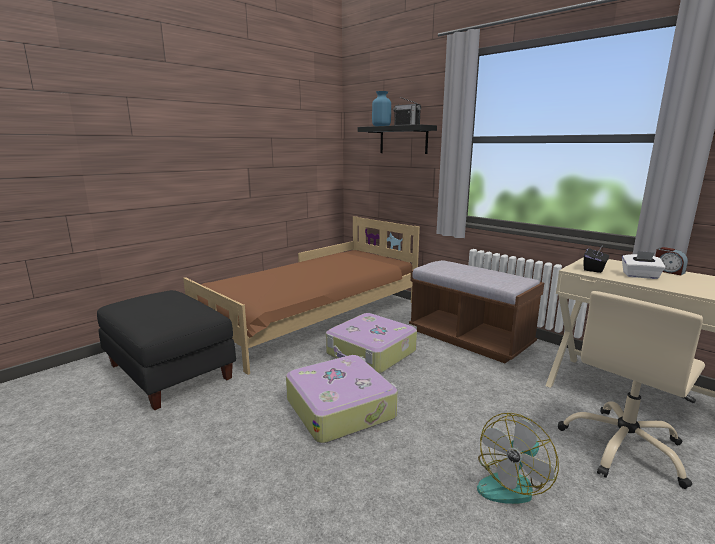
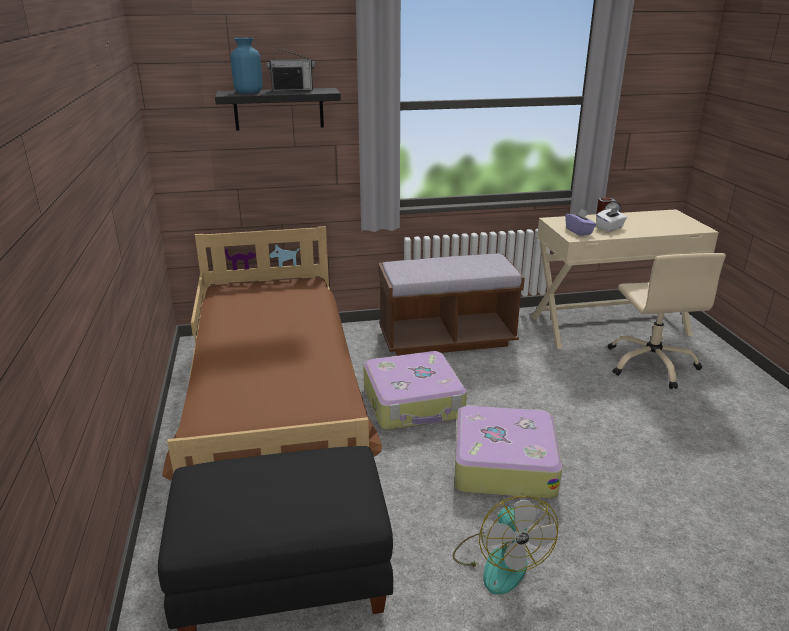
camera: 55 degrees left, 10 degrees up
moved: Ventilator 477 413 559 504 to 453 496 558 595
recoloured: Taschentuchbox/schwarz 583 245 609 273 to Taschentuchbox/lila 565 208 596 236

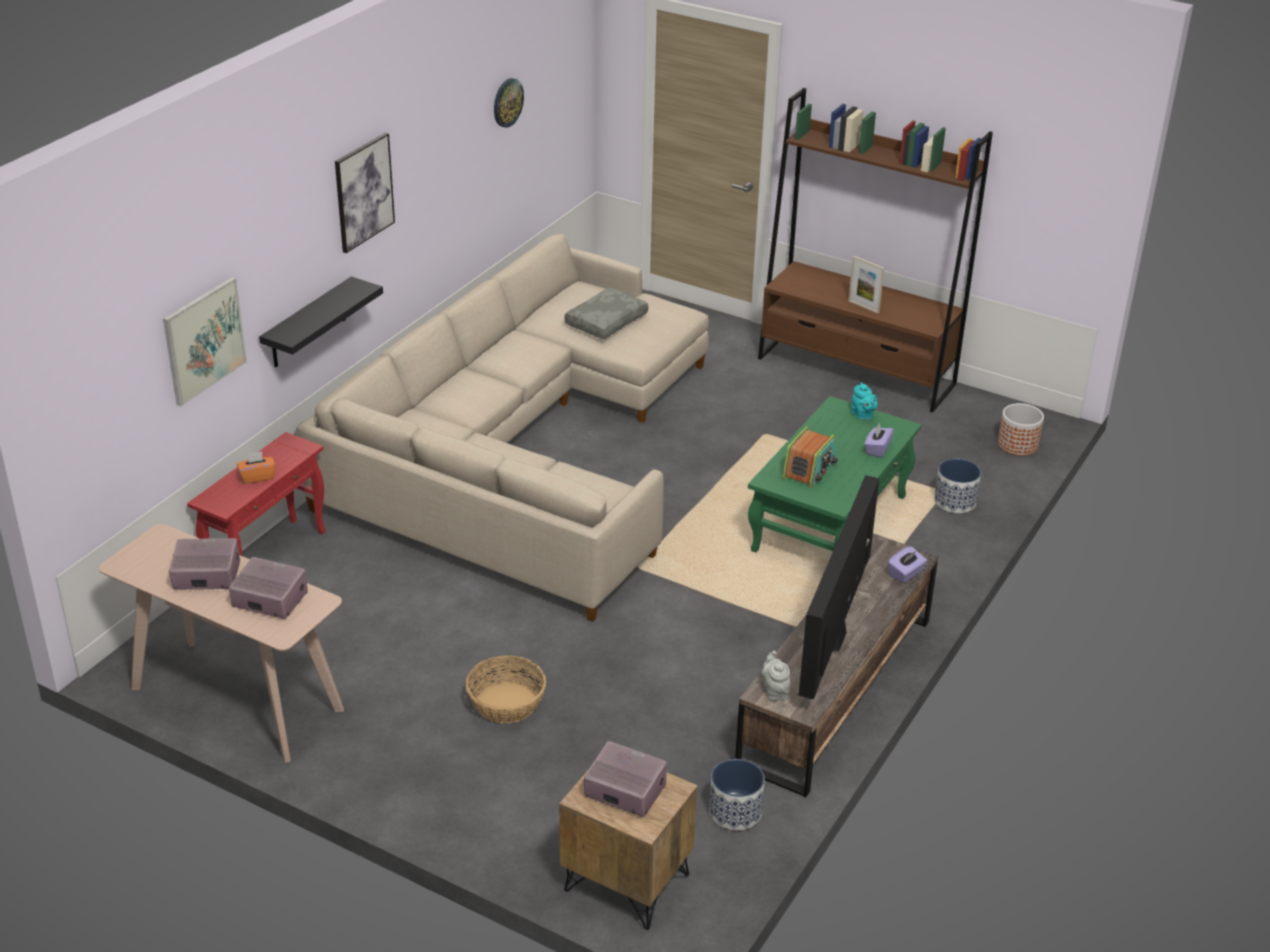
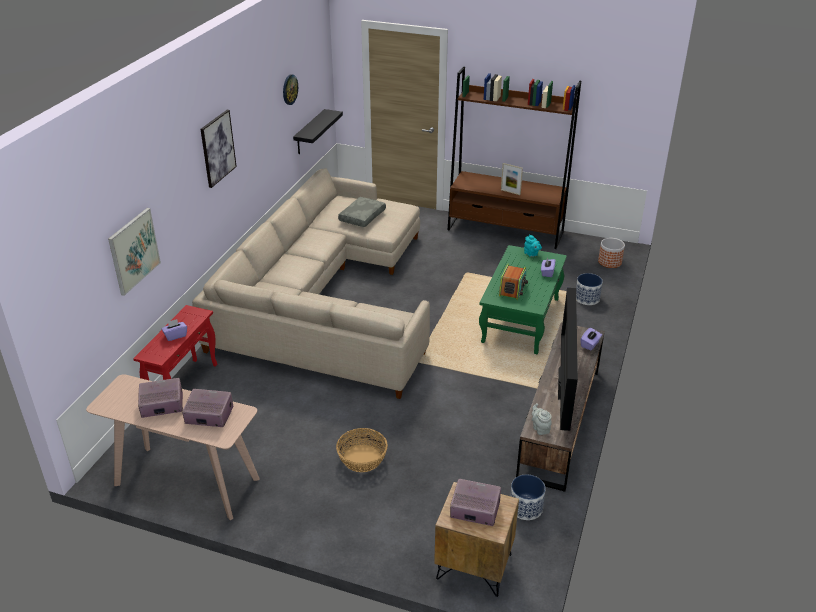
camera: 10 degrees left, 0 degrees up
moved: Wandregal/schwarz 259 277 383 368 to 293 109 343 154
recoloured: Taschentuchbox/orange 237 451 275 484 to Taschentuchbox/lila 161 319 187 341

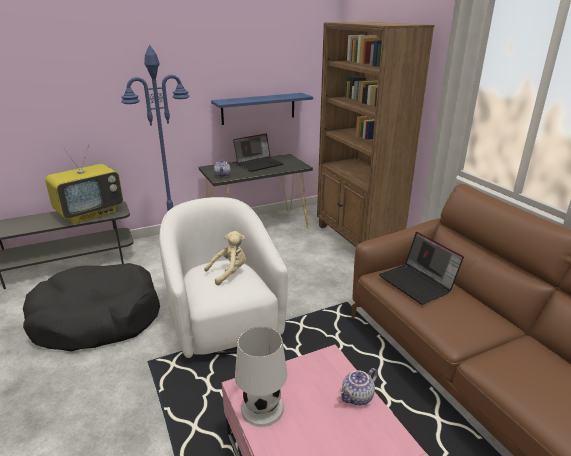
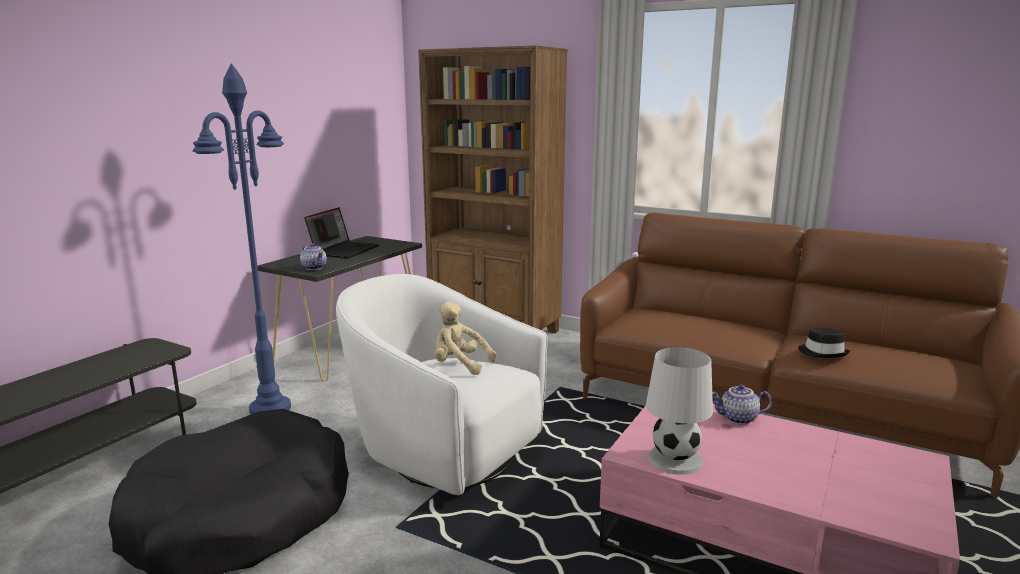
camera: 35 degrees left, 10 degrees down
removed: Fernseher 45 144 123 224; Wandregal/blau 211 93 313 125; Laptop 379 232 464 305
added: Hut/schwarz 798 328 850 358
turned: Plüschtier/beige 204 231 246 286 = 434 302 496 375 90 degrees counterclockwise; Teekanne 339 368 378 406 = 712 384 772 425 75 degrees clockwise

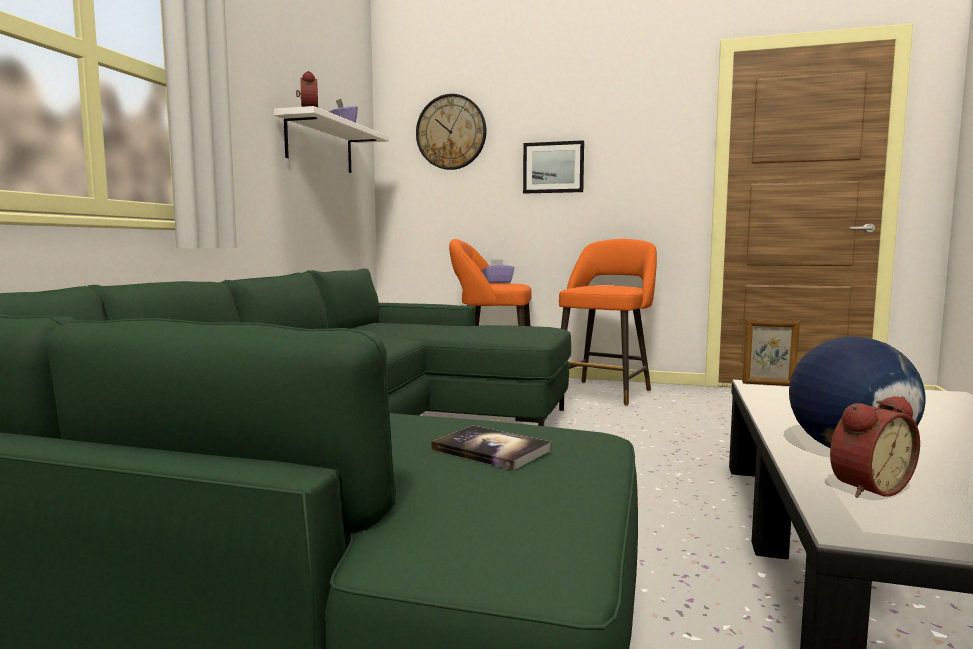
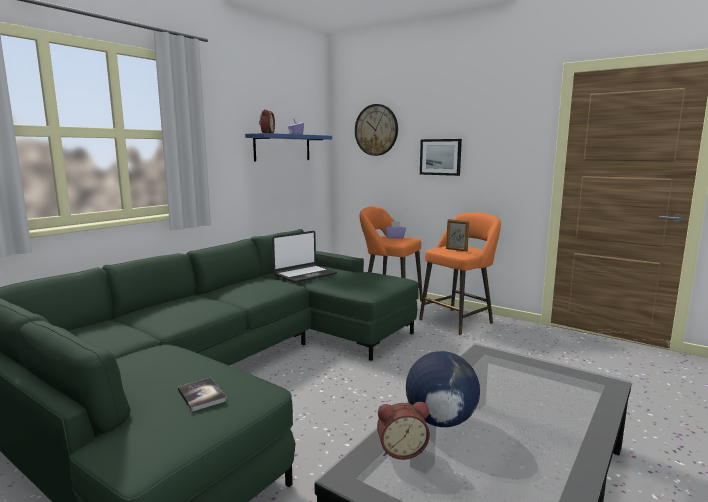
camera: 20 degrees right, 5 degrees up
added: Laptop 272 231 337 283
moved: Bilderrahmen 742 319 800 386 to 446 219 469 252
recoloured: Wandregal/weiß 274 106 389 173 to Wandregal/blau 245 133 332 162

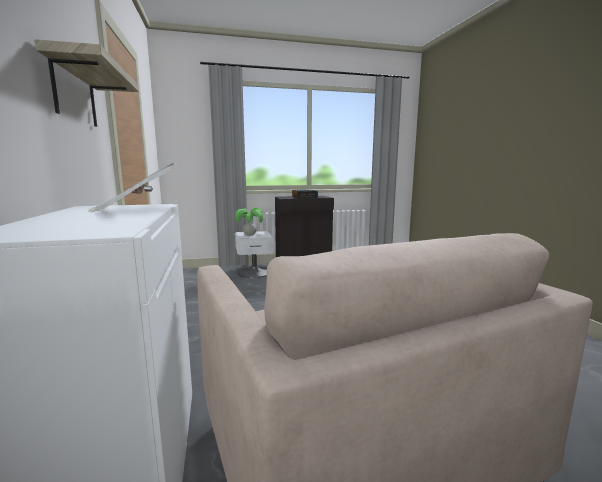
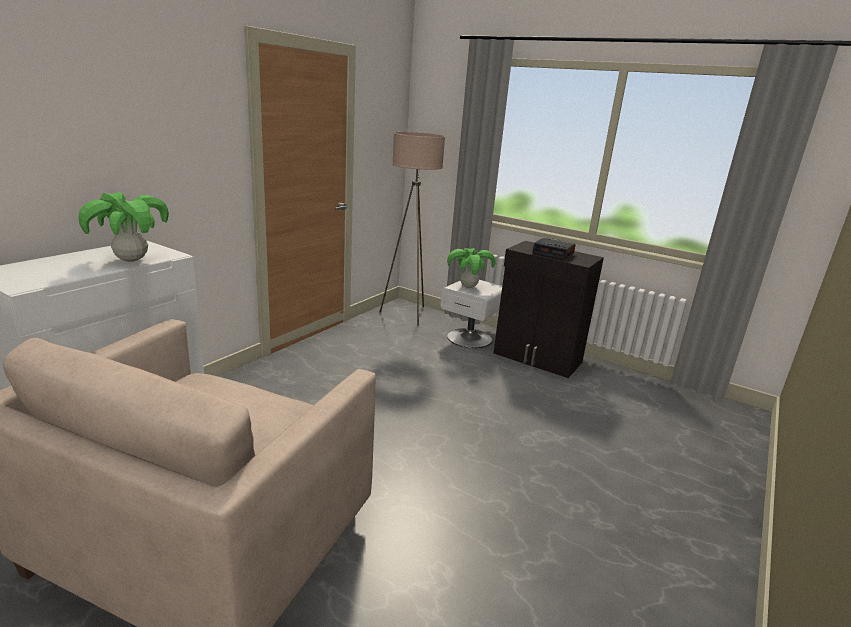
camera: 45 degrees right, 10 degrees up
removed: Wandregal 35 39 139 127
added: Stehlampe/beige 380 132 445 325
replaced: Zeitung 88 162 178 212 to Topfpflanze 78 192 169 262

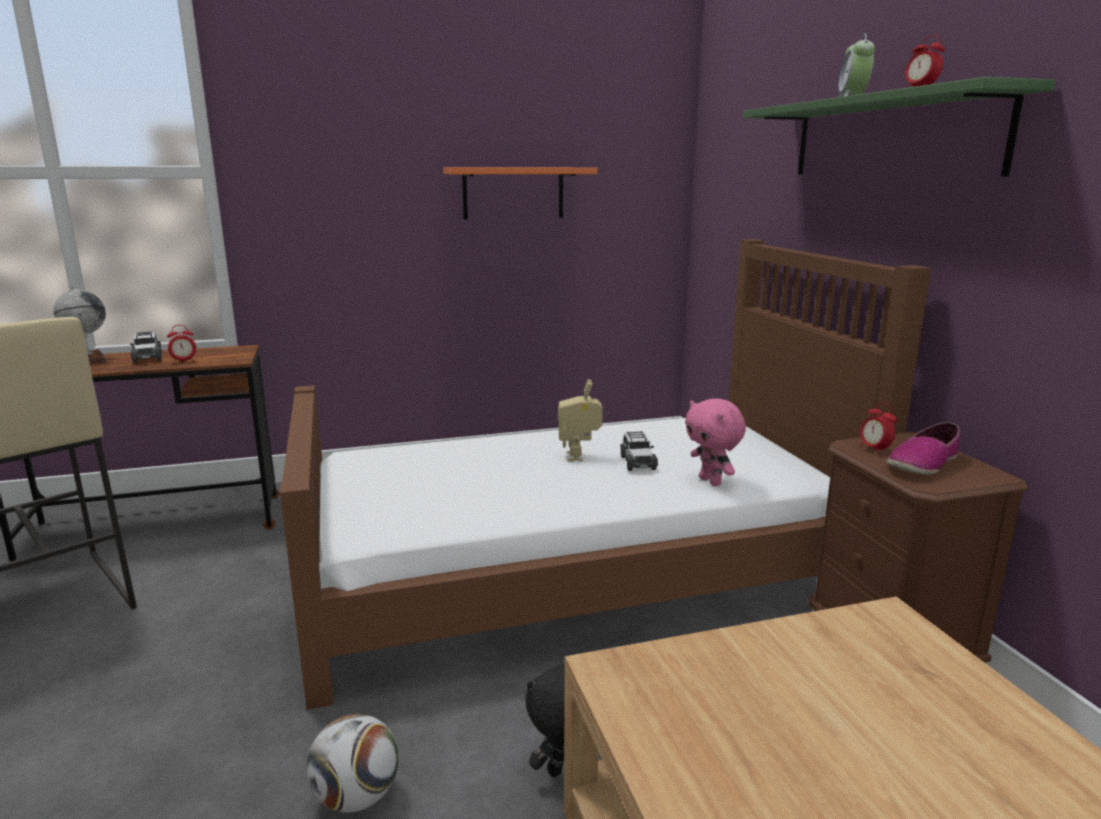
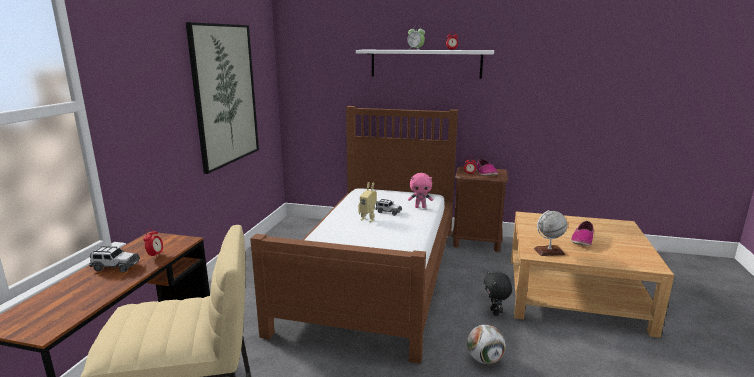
camera: 60 degrees left, 0 degrees up
added: Schuh 571 221 594 246
moved: Globus 53 286 108 364 to 534 210 567 256
replaced: Wandregal/orange 443 167 598 219 to Bild 186 22 259 174
recoloured: Wandregal/grün 743 77 1055 177 to Wandregal/weiß 356 50 494 79

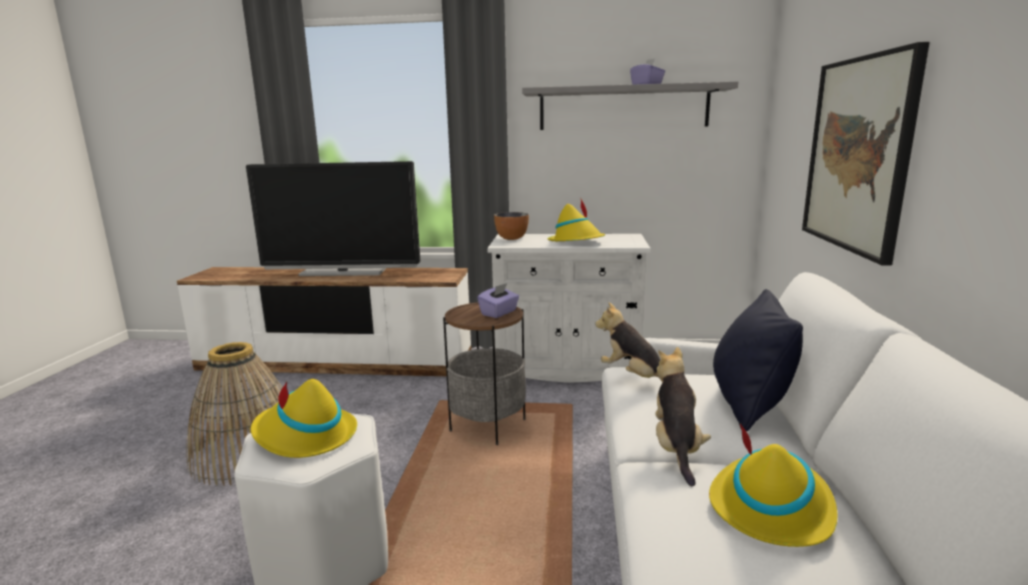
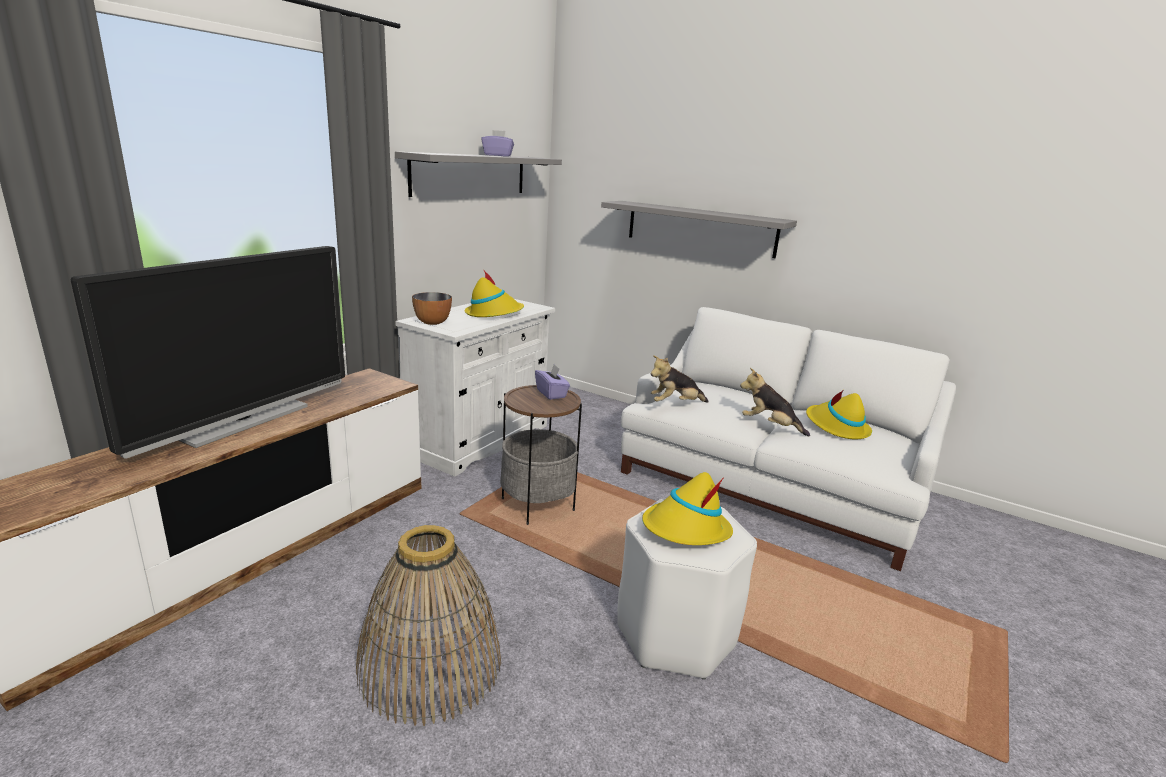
camera: 65 degrees left, 5 degrees up
removed: Kissen/schwarz 713 289 803 431
replaced: Bild 802 42 930 265 to Wandregal/grau 601 201 797 258

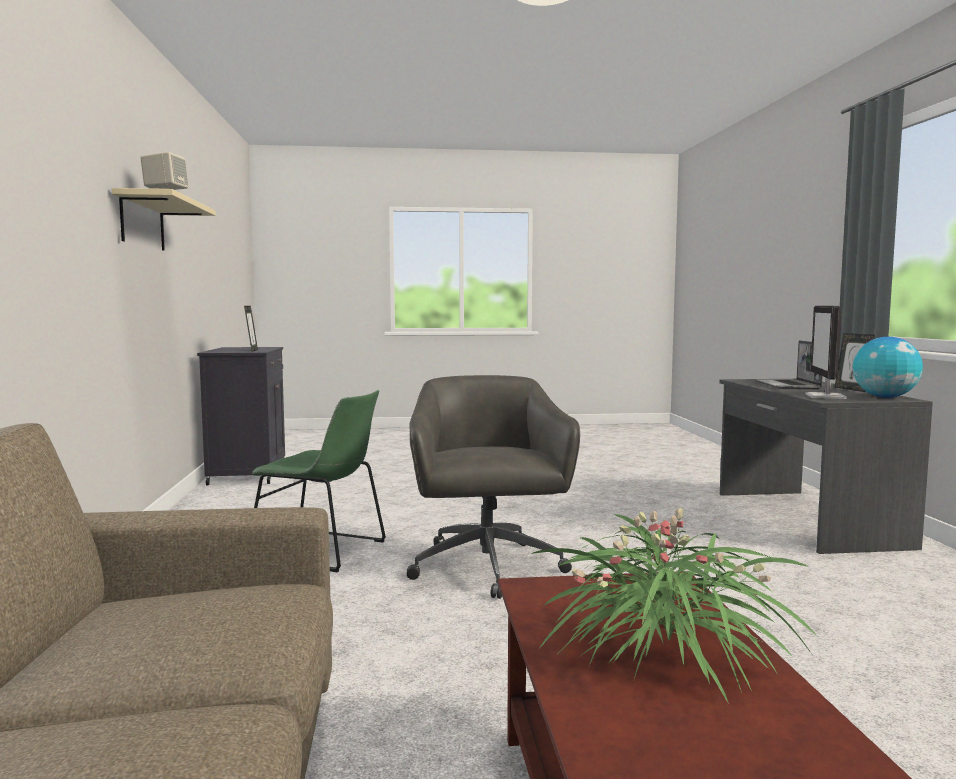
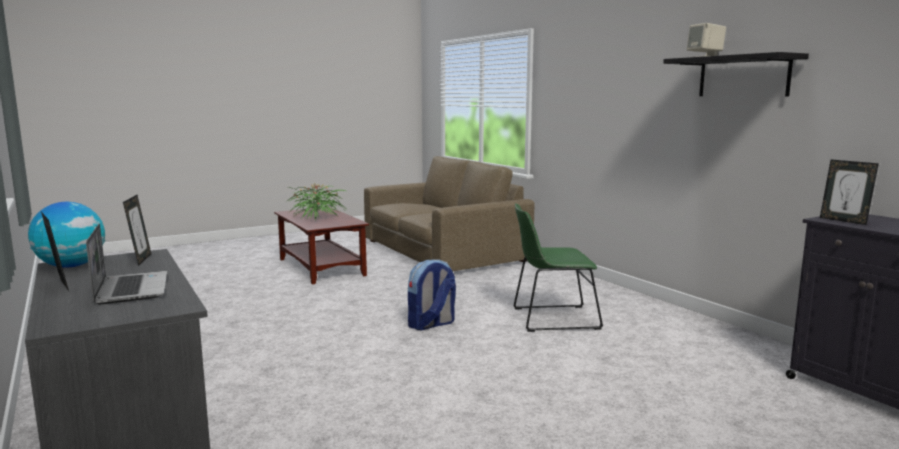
camera: 155 degrees right, 5 degrees up
replaced: Bürostuhl/grau 407 375 580 599 to Rucksack 408 260 456 330; Monitor 805 306 847 399 to Bilderrahmen 123 195 151 266
recoloured: Wandregal/beige 112 188 216 251 to Wandregal/schwarz 663 52 809 96

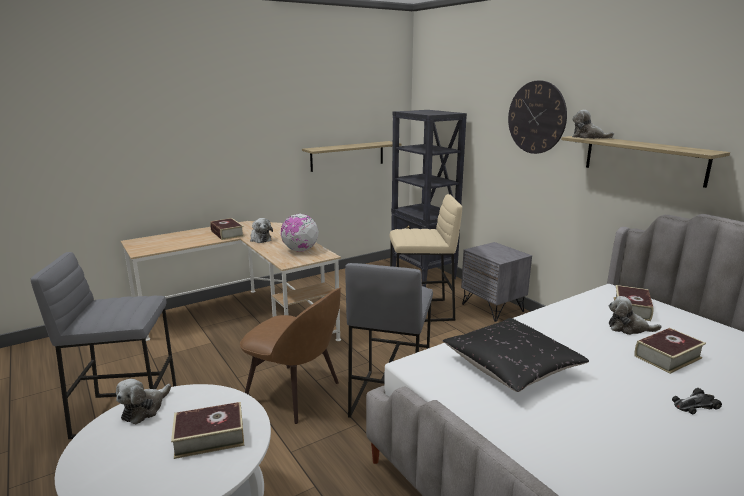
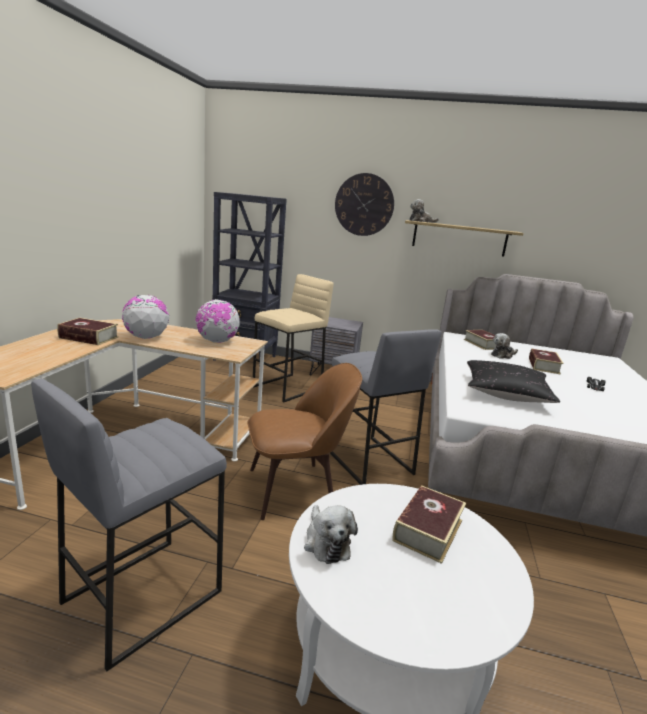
camera: 45 degrees left, 0 degrees up
removed: Wandregal 302 141 402 172
replaced: Plüschtier 250 218 273 243 to Globus 122 295 169 339

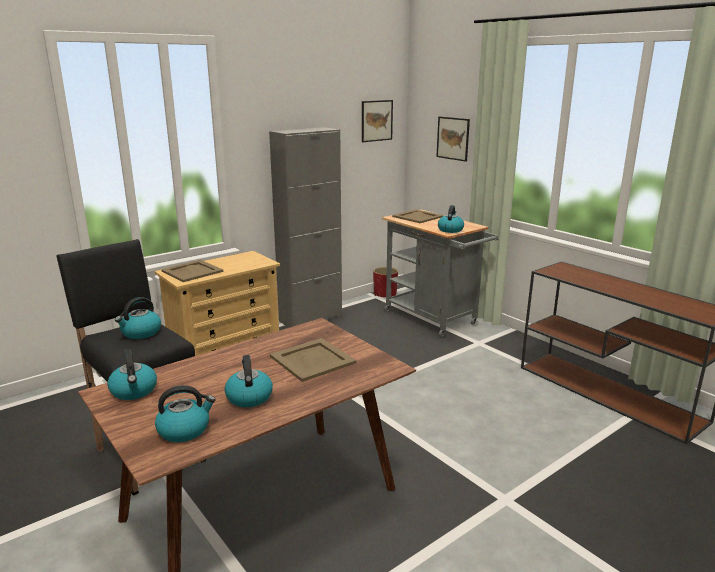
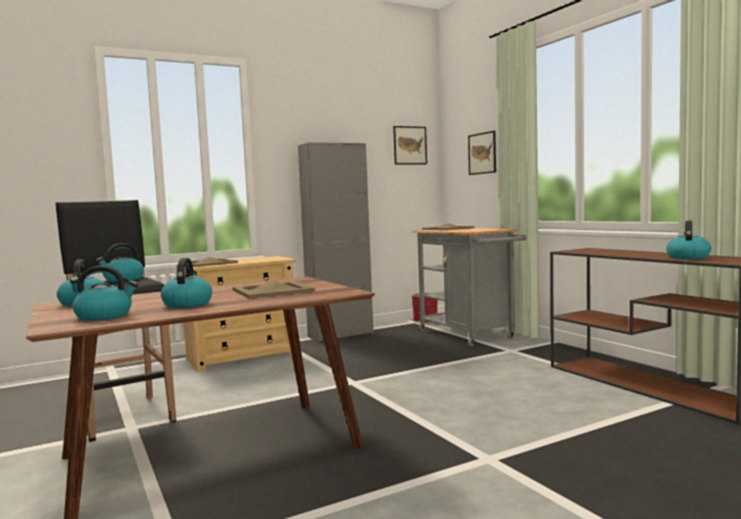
camera: 10 degrees right, 15 degrees down
moved: Wasserkessel 438 205 464 233 to 666 220 711 260

